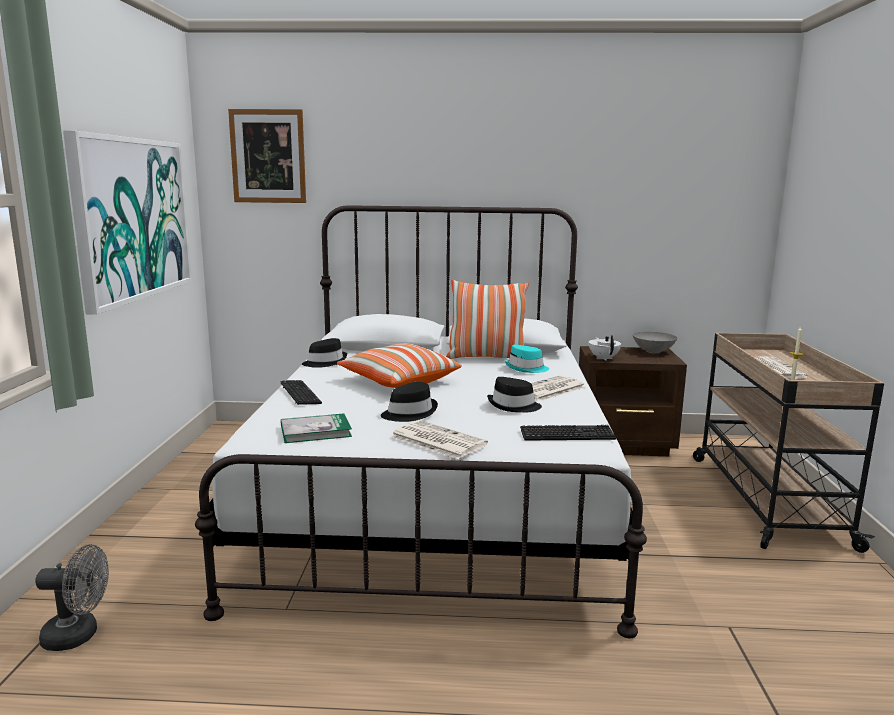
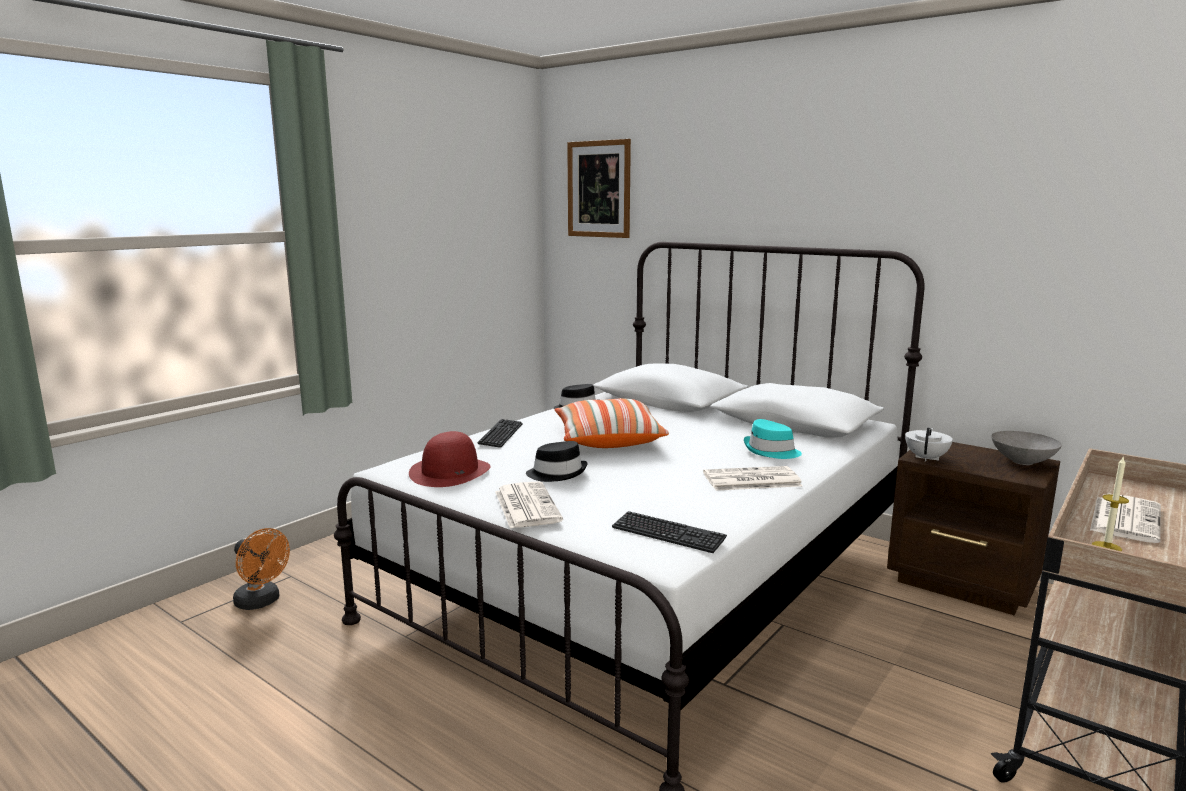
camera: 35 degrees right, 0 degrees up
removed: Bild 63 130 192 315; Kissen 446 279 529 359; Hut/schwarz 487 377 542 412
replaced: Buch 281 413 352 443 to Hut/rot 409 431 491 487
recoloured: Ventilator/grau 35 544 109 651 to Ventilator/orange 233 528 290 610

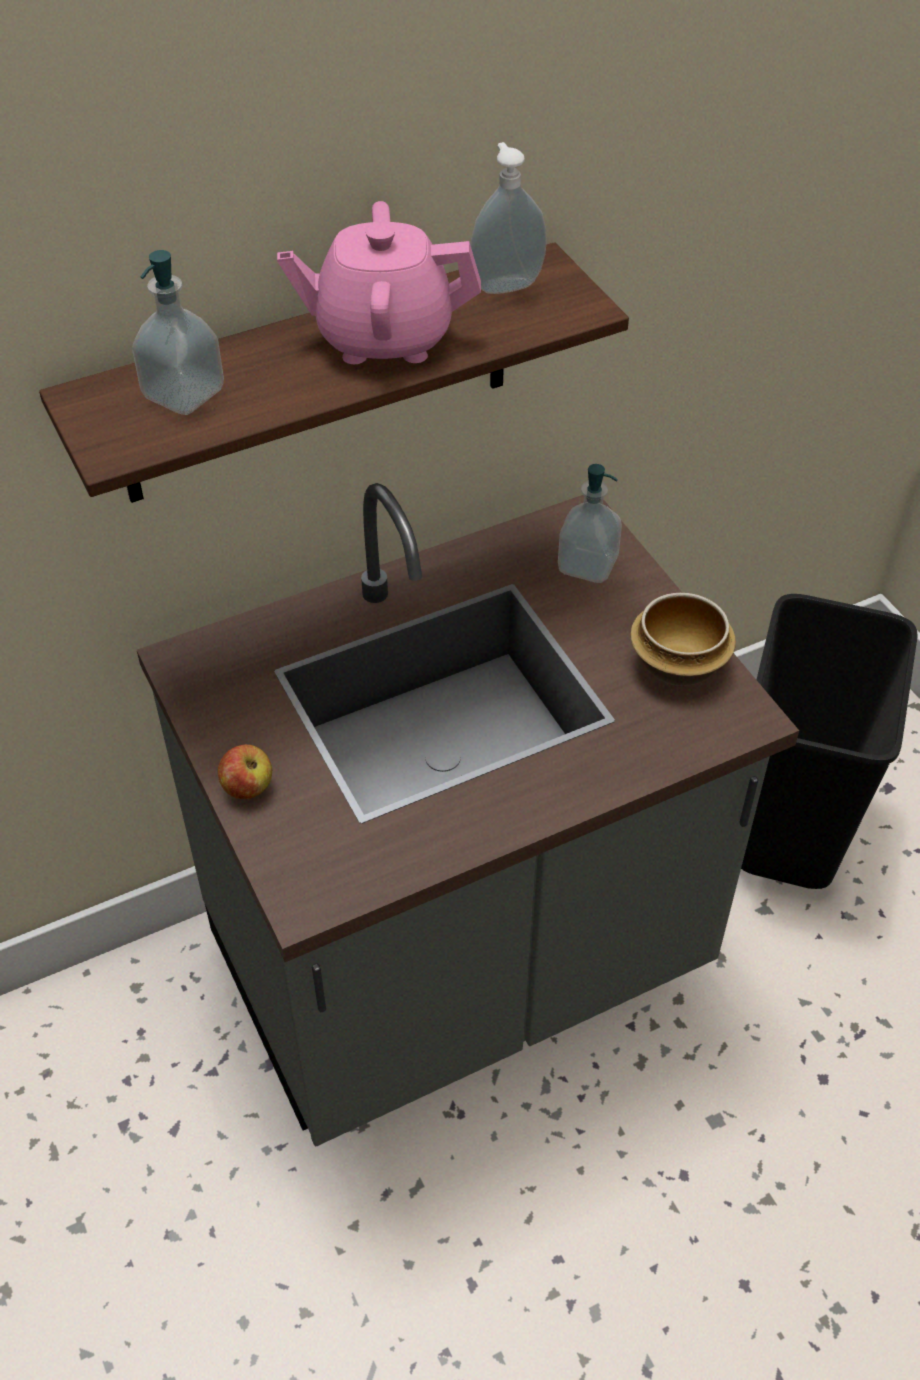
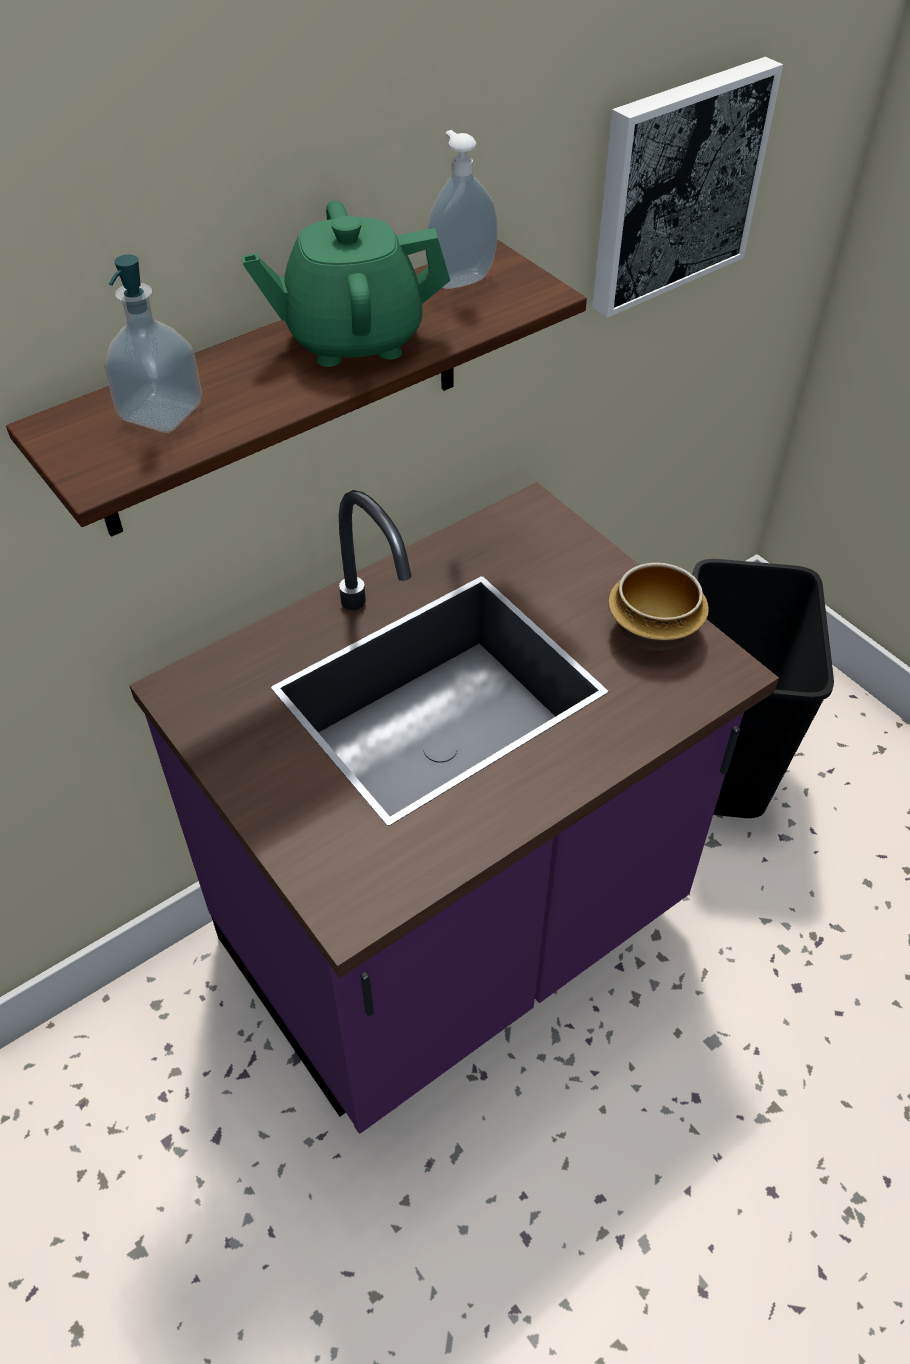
camera: 10 degrees left, 0 degrees up
removed: Apfel 218 744 272 799; Seifenspender 558 464 622 583
added: Bild 592 57 783 318
recoloured: Küchenzeile/grau 137 483 799 1146 to Küchenzeile/lila 129 482 779 1134; Teekanne/rosa 277 201 481 364 to Teekanne/grün 241 201 450 367

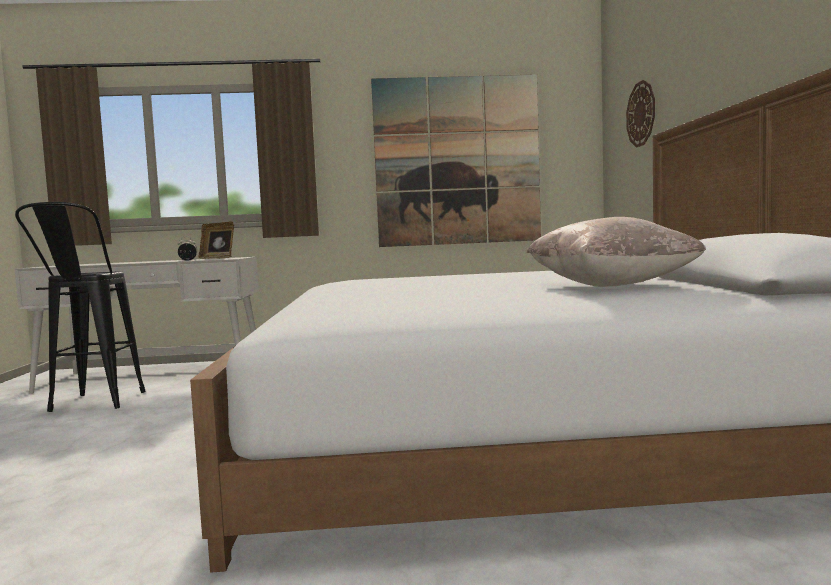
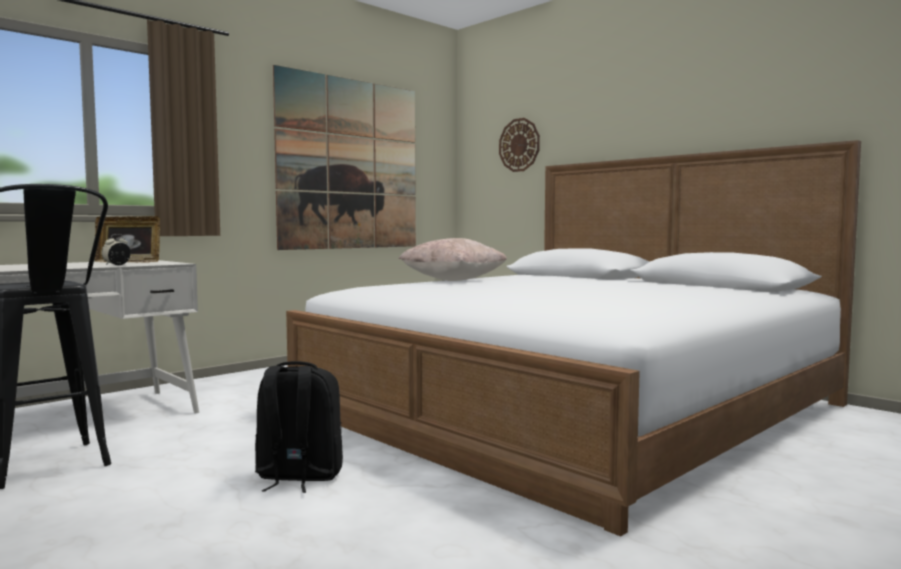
camera: 40 degrees left, 0 degrees up
added: Rucksack/schwarz 255 361 343 493
moved: Kissen/beige 527 217 706 287 to 399 238 507 281

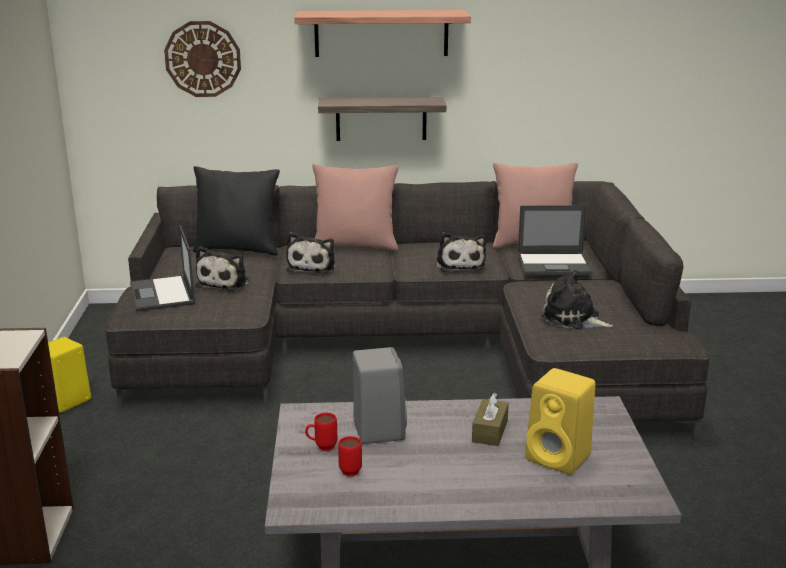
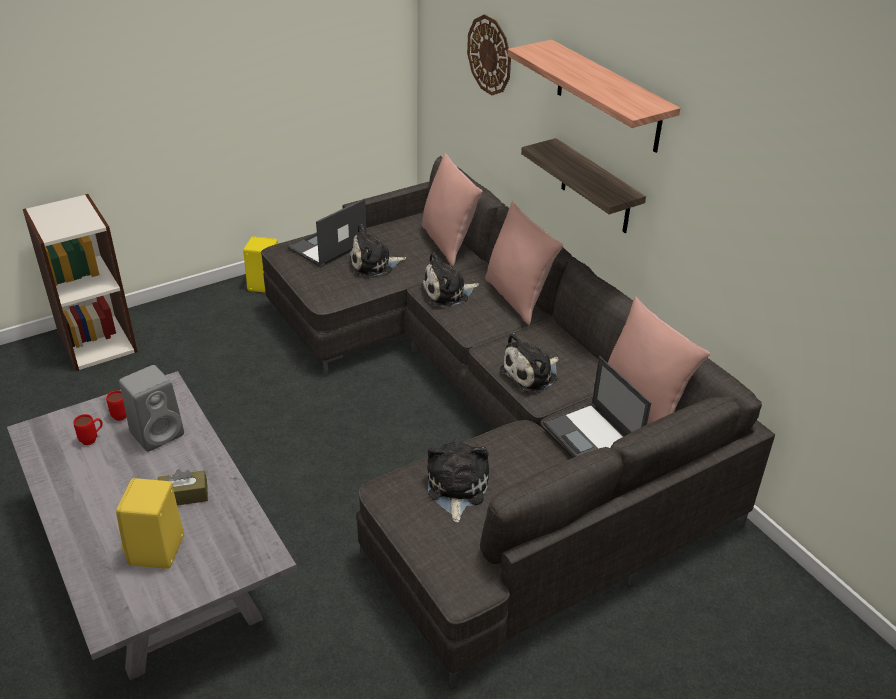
camera: 60 degrees right, 15 degrees up
recoloured: Kissen/schwarz 193 166 280 256 to Kissen/rosa 422 152 482 266

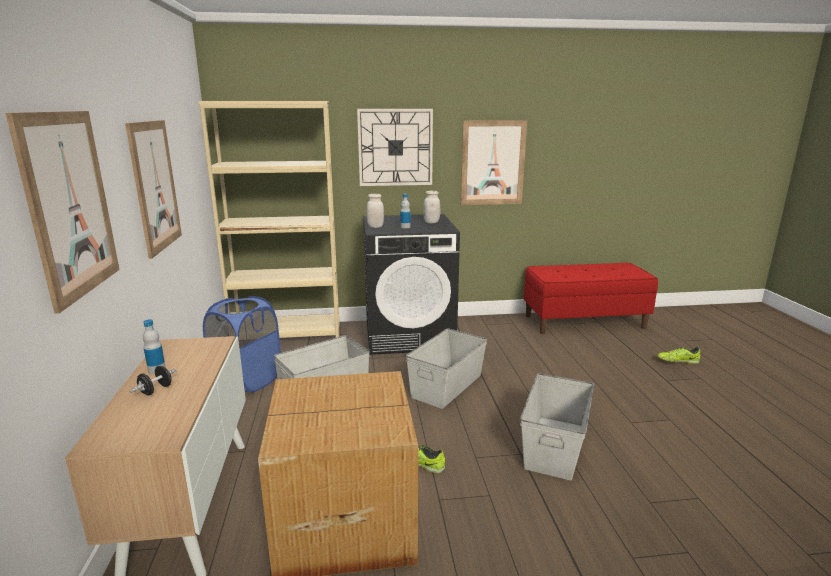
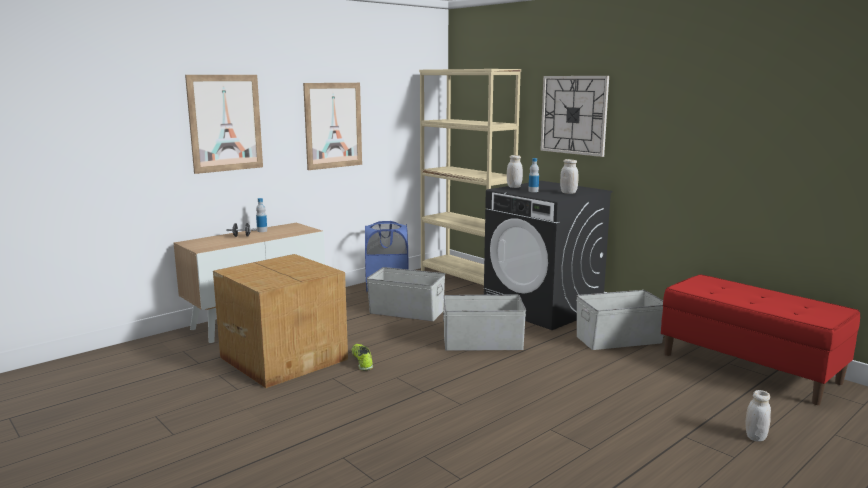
camera: 55 degrees right, 5 degrees down
removed: Bild 461 120 527 205
moved: Aufbewahrungsbox/grau 520 373 594 481 to 576 290 663 350
replaced: Schuh 657 347 700 364 to Vorratsglas/weiß 745 390 771 442

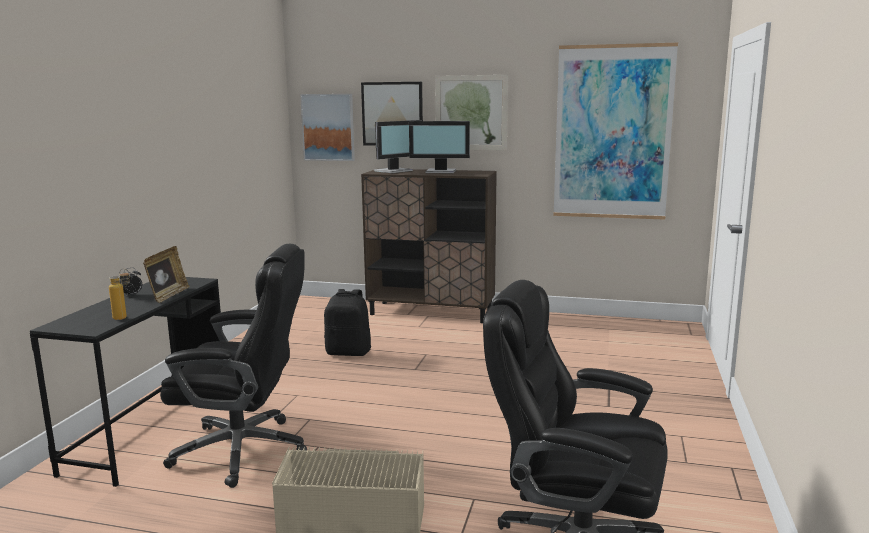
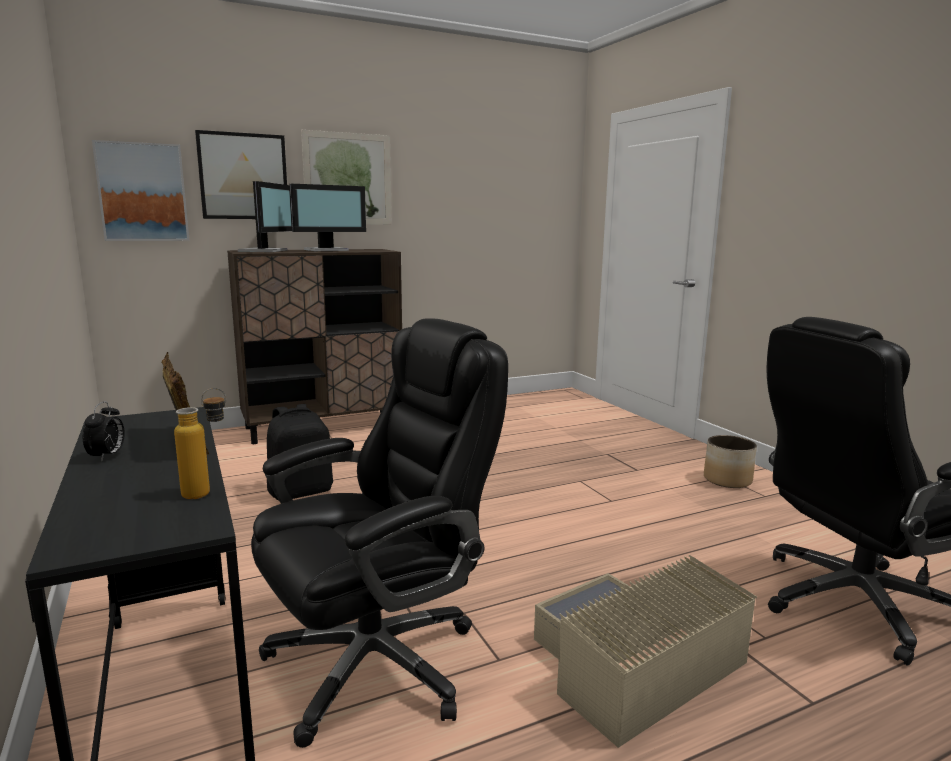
camera: 40 degrees left, 0 degrees up
removed: Bild 553 43 678 220
added: Pflanzkübel 704 435 757 488

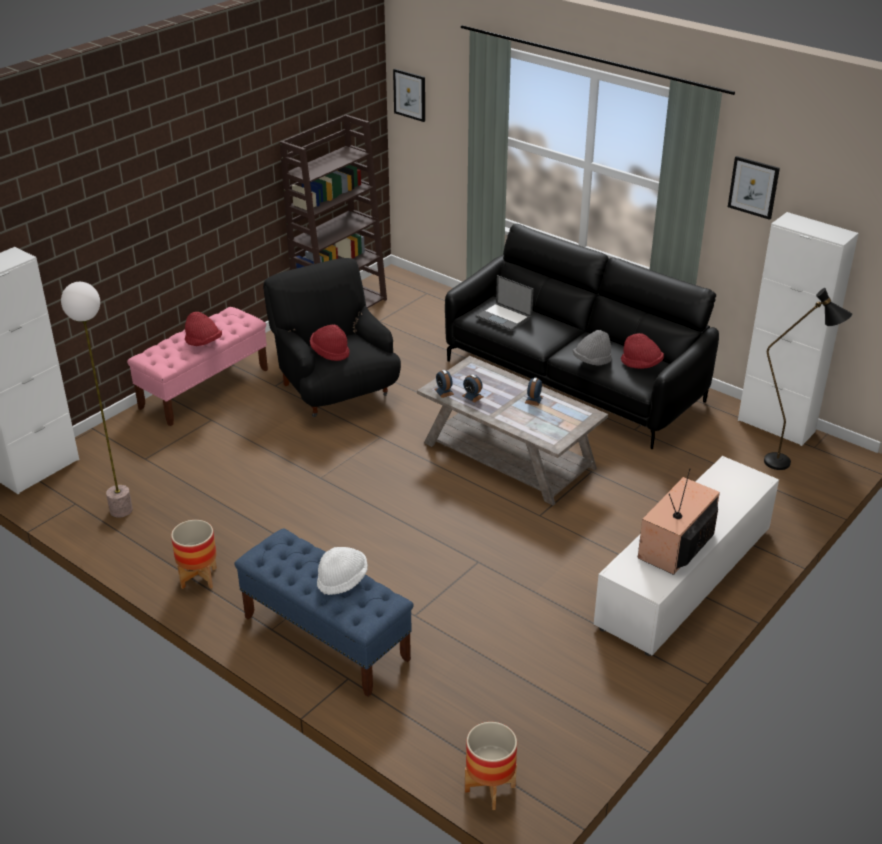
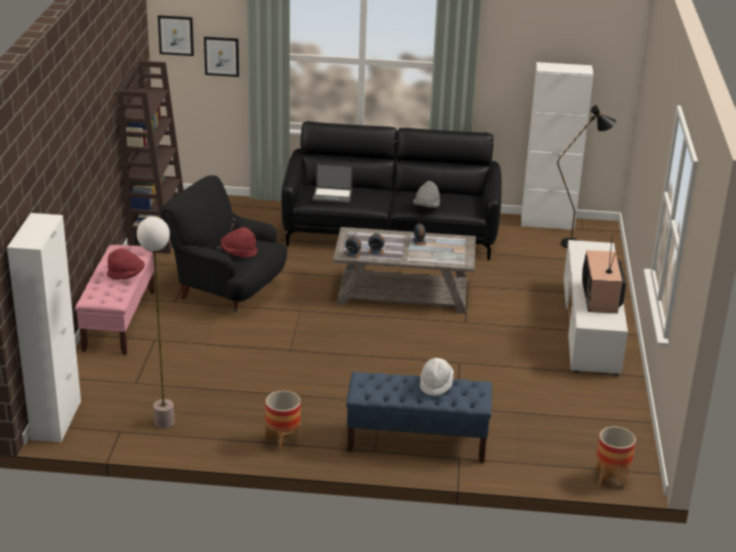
camera: 35 degrees left, 5 degrees down
removed: Hut/rot 621 333 664 369
moved: Bild 728 156 780 220 to 204 37 239 77

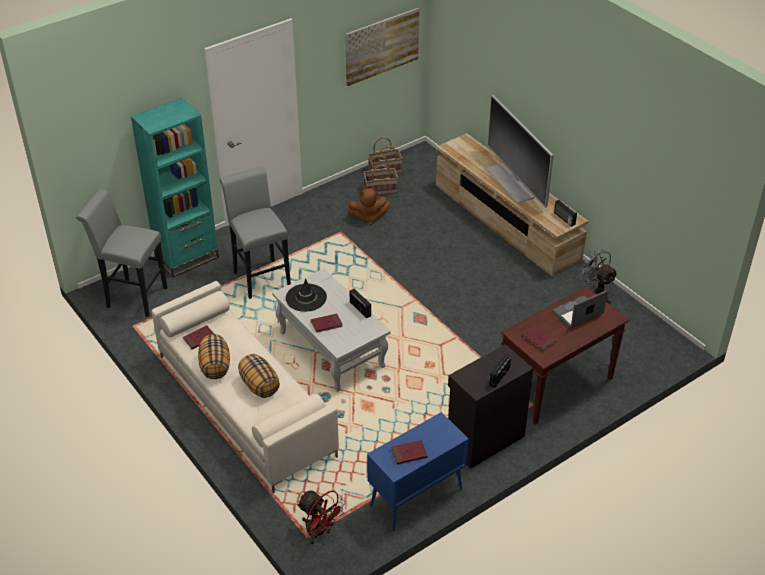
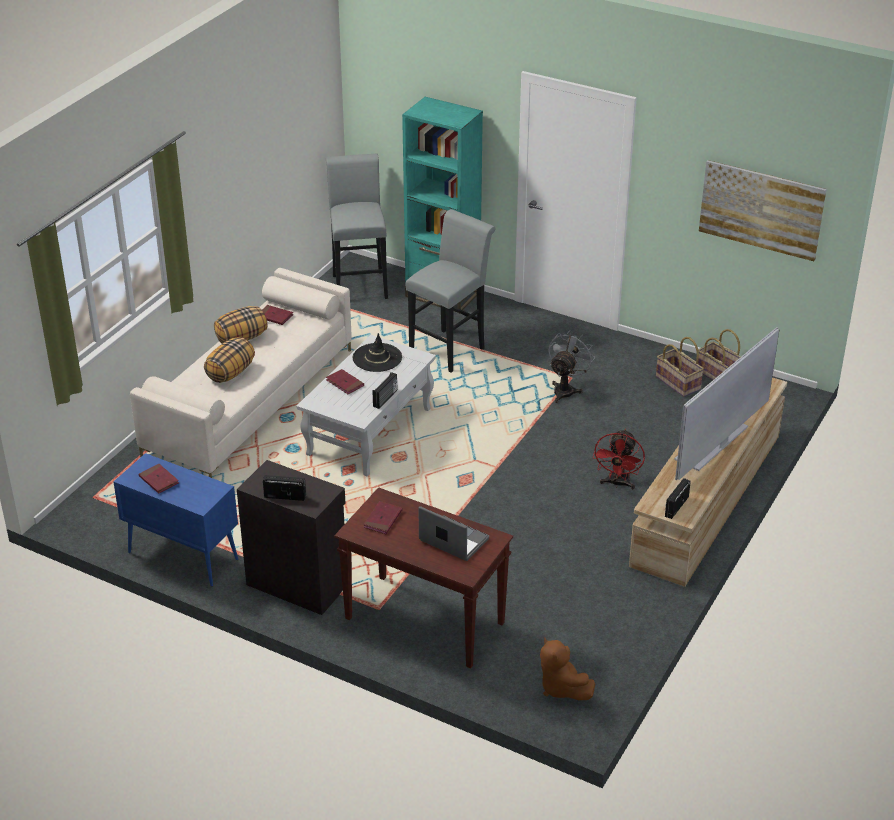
camera: 65 degrees right, 5 degrees down
moved: Ventilator/rot 297 490 346 544 to 593 429 645 489; Plüschtier/braun 349 188 390 225 to 540 638 595 700; Ventilator/grau 579 248 618 304 to 548 330 595 403

